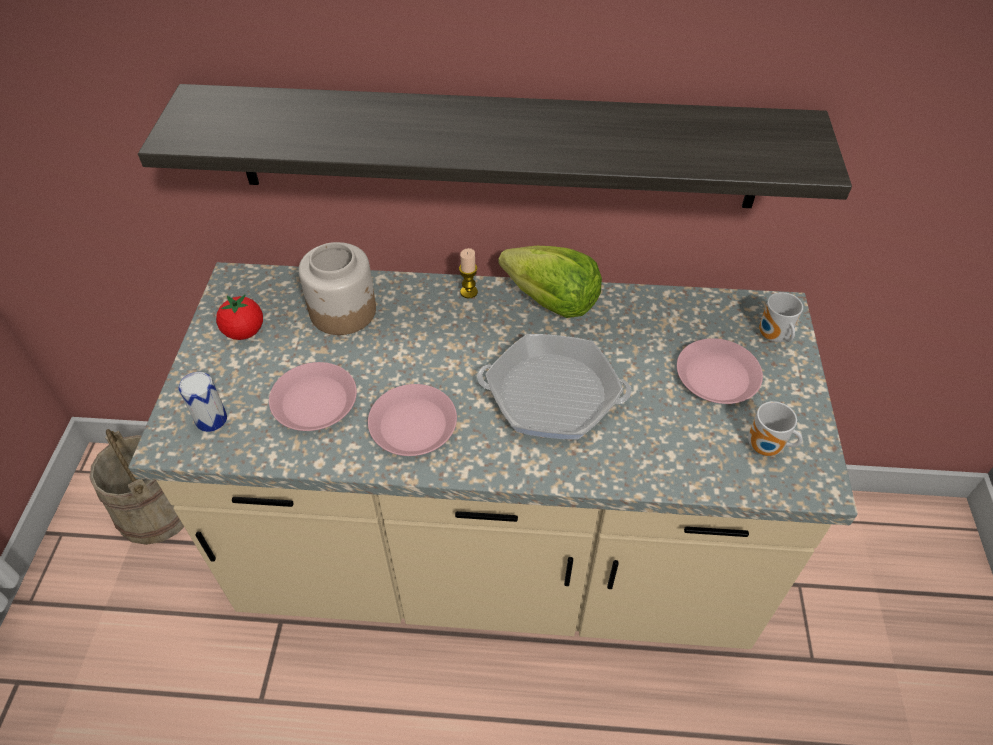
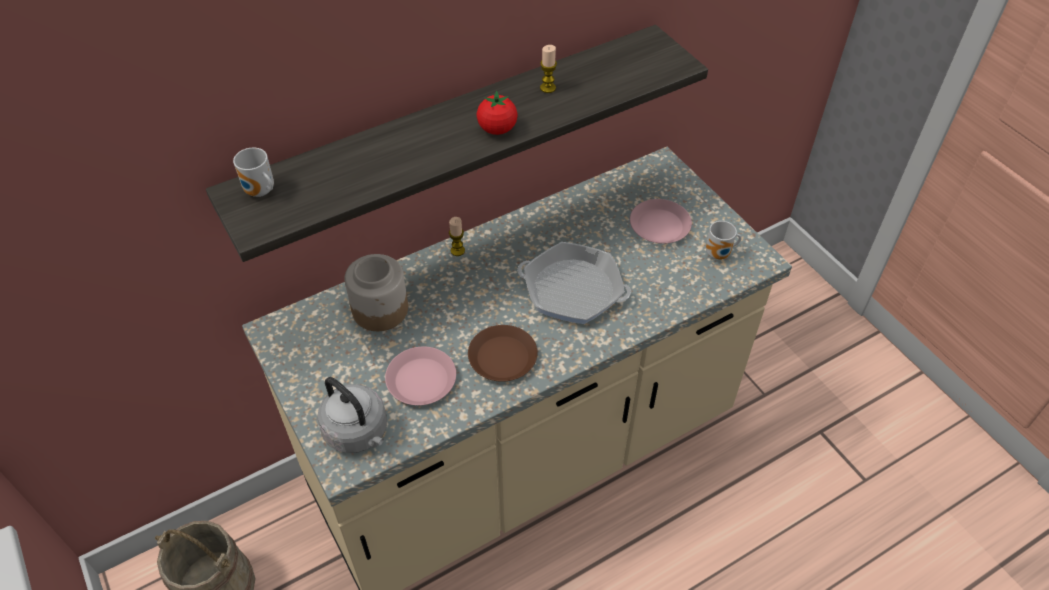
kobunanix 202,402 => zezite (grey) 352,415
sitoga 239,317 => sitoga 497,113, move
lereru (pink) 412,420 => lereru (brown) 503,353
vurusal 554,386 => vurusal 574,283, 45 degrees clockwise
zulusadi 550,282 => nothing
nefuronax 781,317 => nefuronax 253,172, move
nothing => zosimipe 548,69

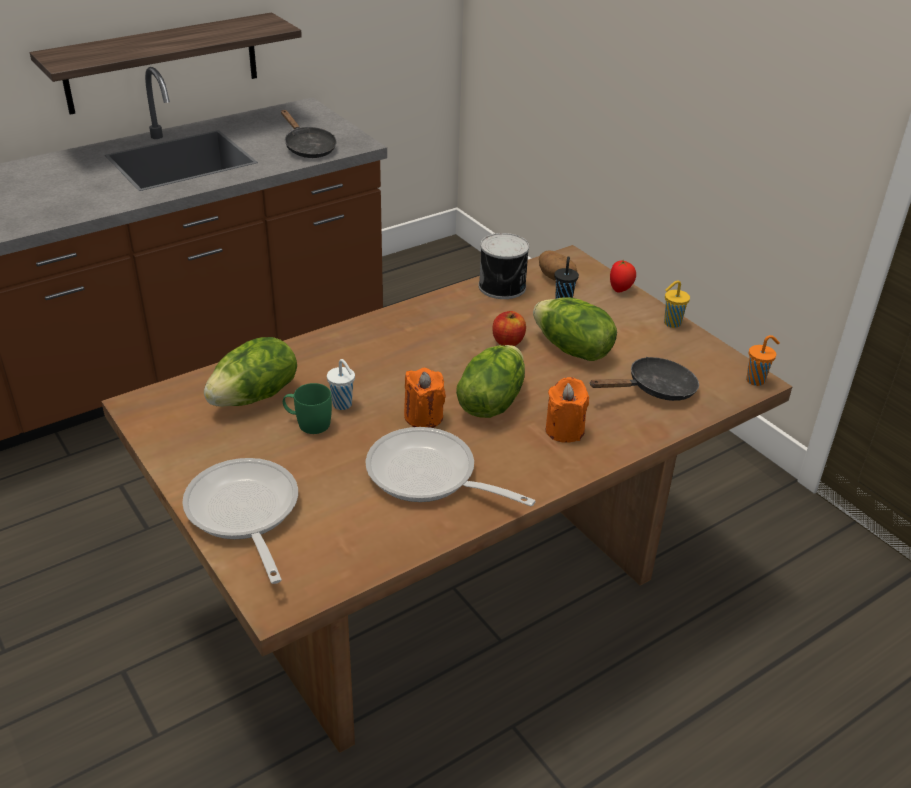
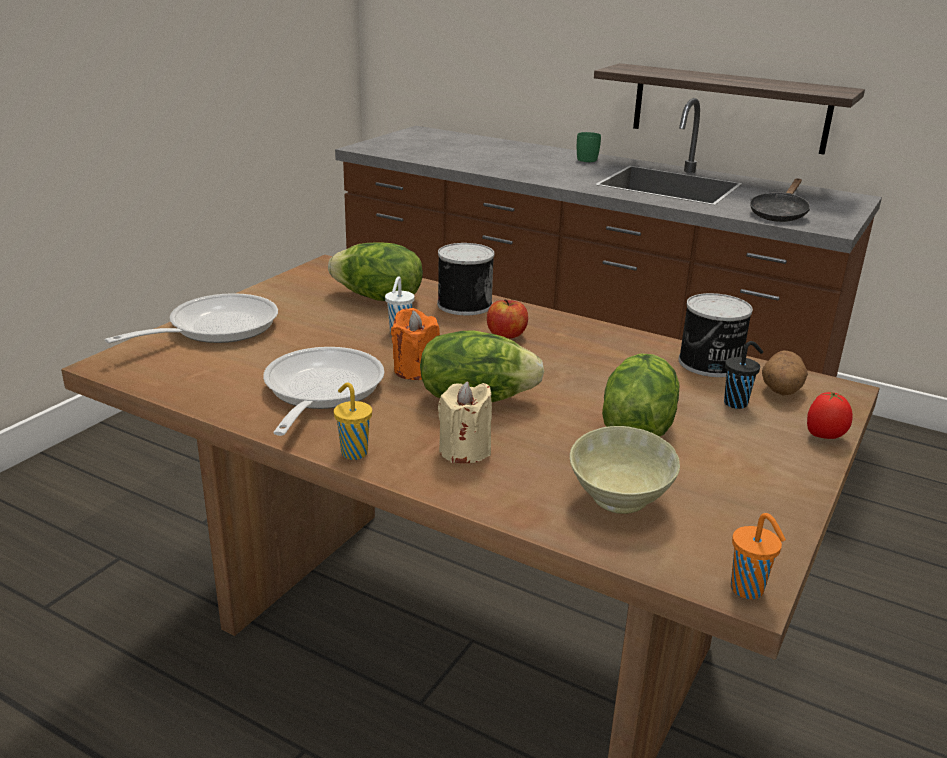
nefuronax (green) 307,408 => nefuronax (green) 589,147, move
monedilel 509,328 => monedilel 507,319, move
zosimipe (orange) 567,410 => zosimipe (beige) 465,422
vurusal (black) 644,379 => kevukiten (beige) 625,470
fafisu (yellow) 677,304 => fafisu (yellow) 353,421, move
nothing => kobunanix 466,279

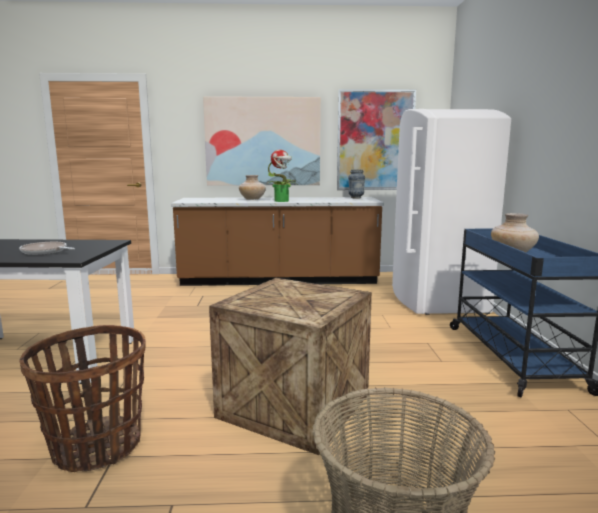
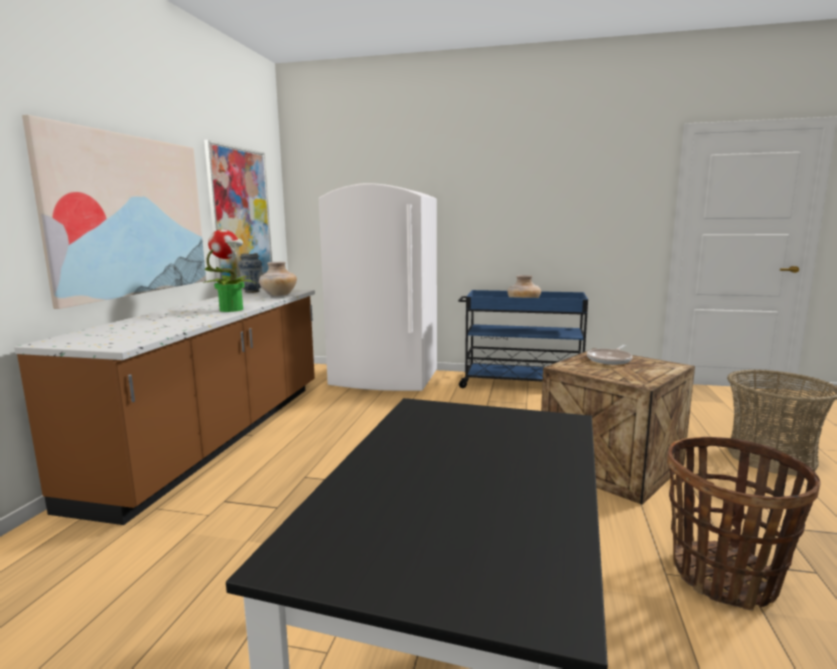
vurusal 47,248 => vurusal 610,355, move
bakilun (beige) 252,187 => bakilun (beige) 278,279, move

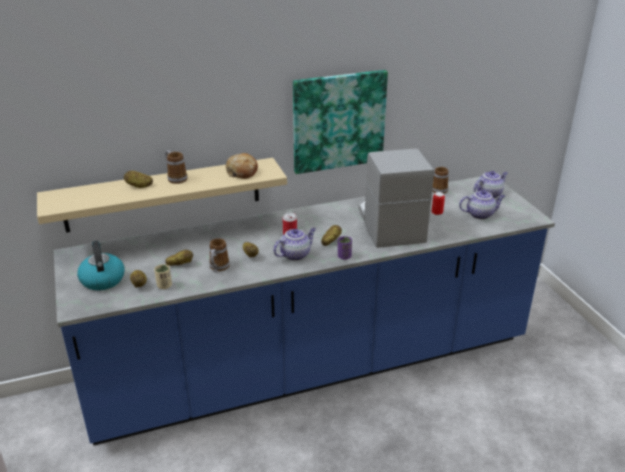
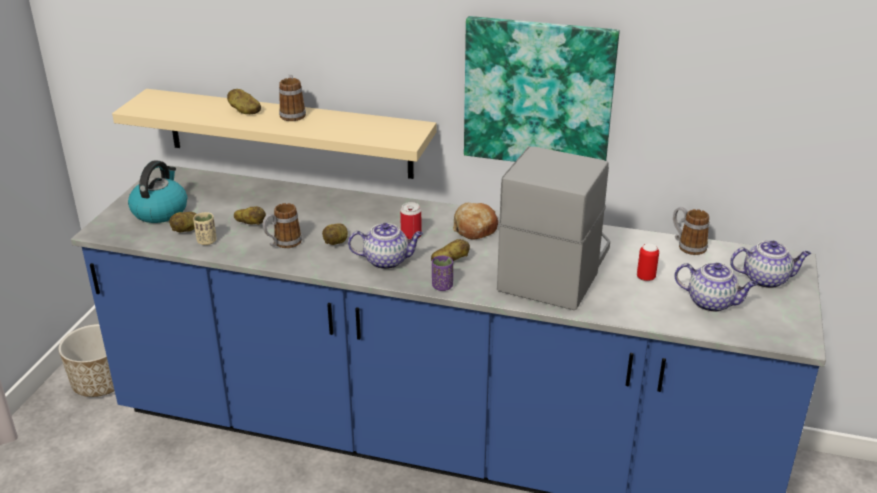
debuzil 242,166 => debuzil 475,221, move
nothing => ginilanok 86,360

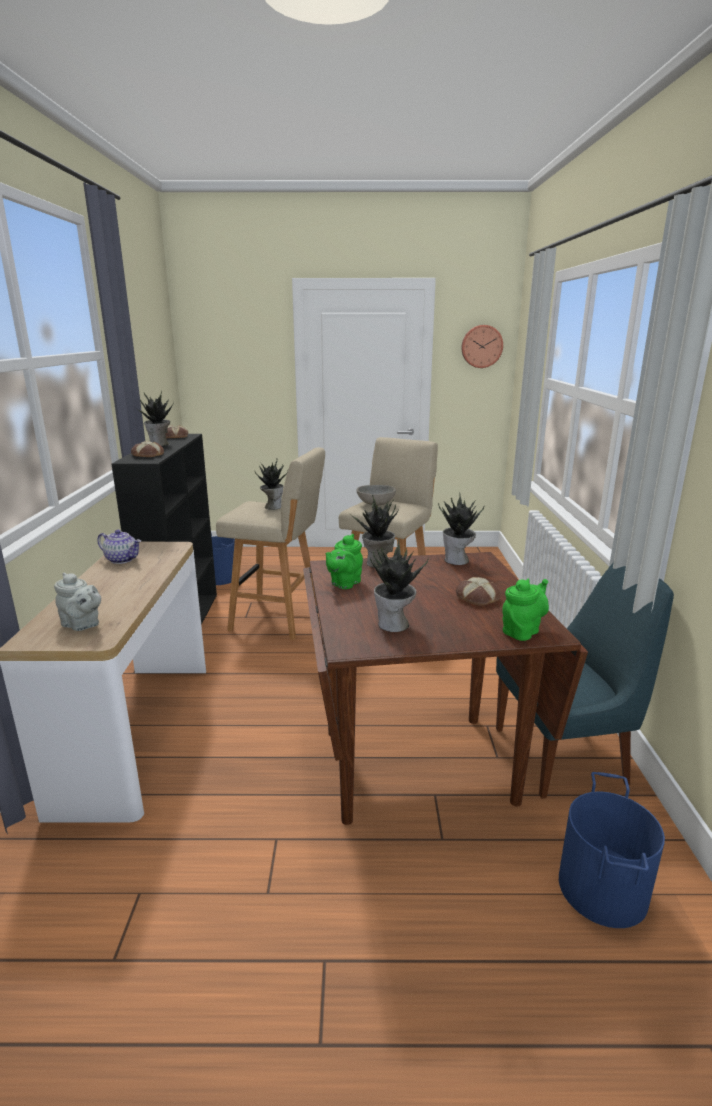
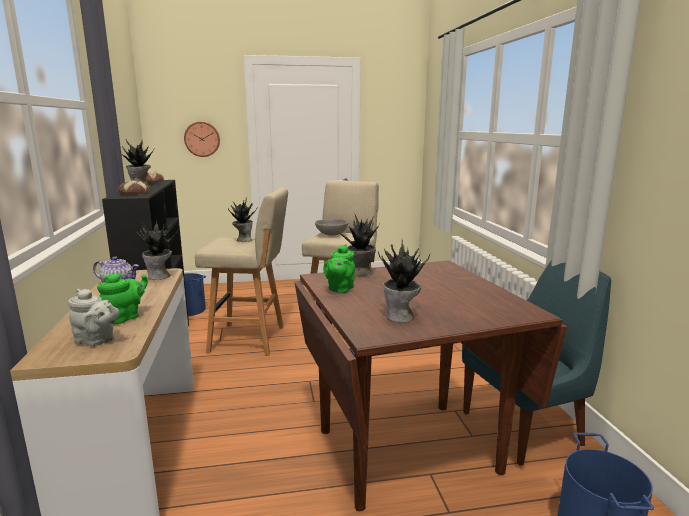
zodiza 461,528 => zodiza 157,249, move
debuzil 478,591 => nothing
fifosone 482,346 => fifosone 202,139, move
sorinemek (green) 525,610 => sorinemek (green) 122,298, move

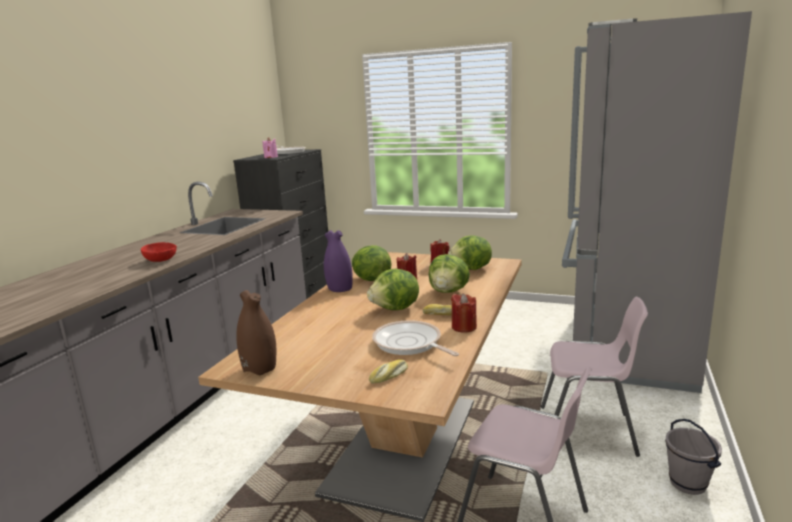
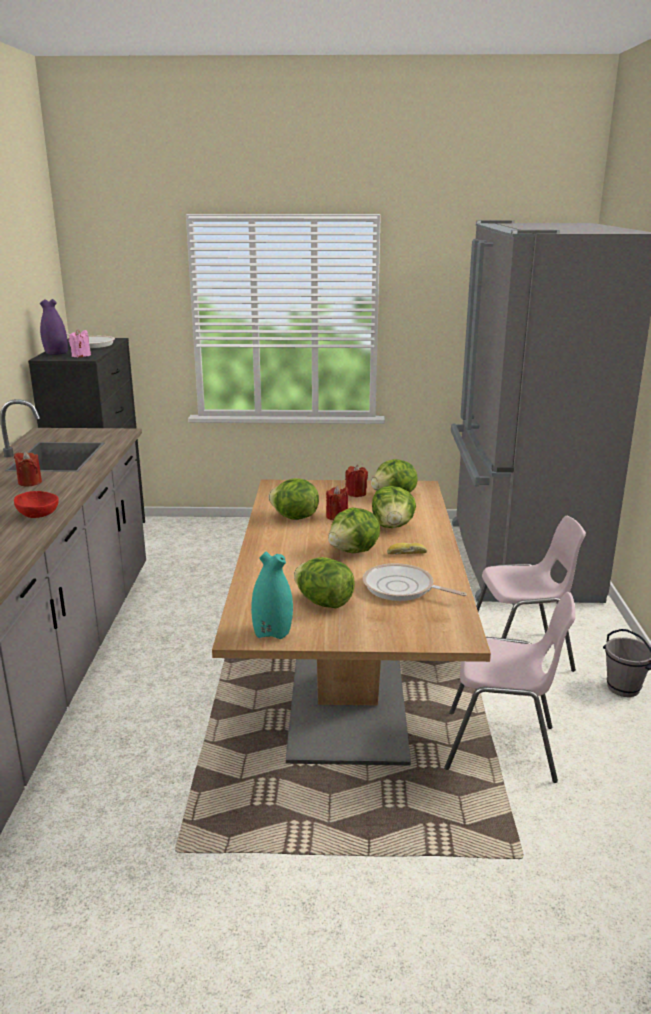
bakilun (brown) 256,333 => bakilun (turquoise) 272,595
bakilun (purple) 338,261 => bakilun (purple) 54,327, move
debuzil 388,371 => nothing
zosimipe (red) 464,313 => zosimipe (red) 28,468, move
nothing => zulusadi 324,582

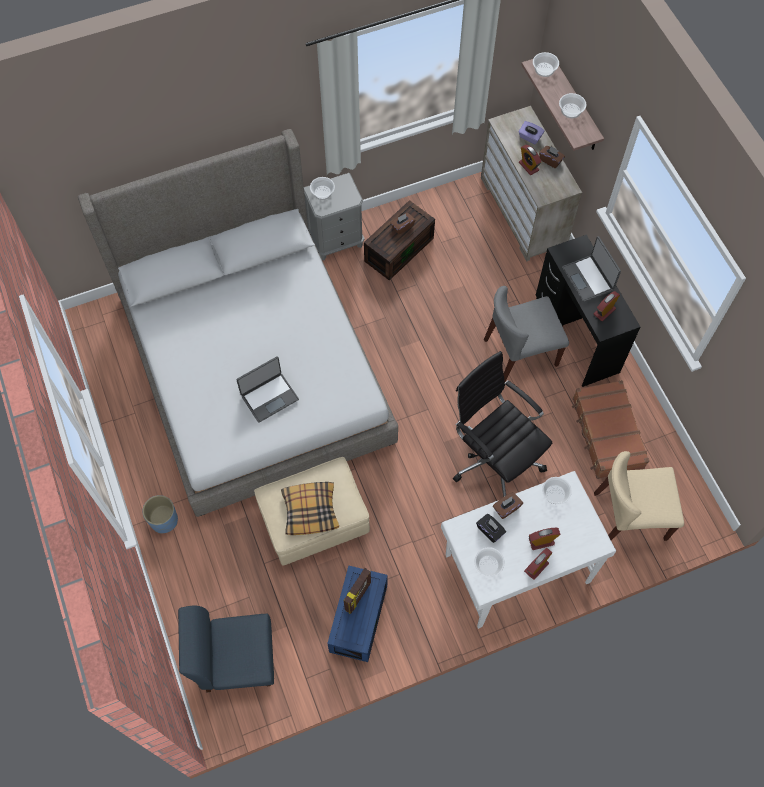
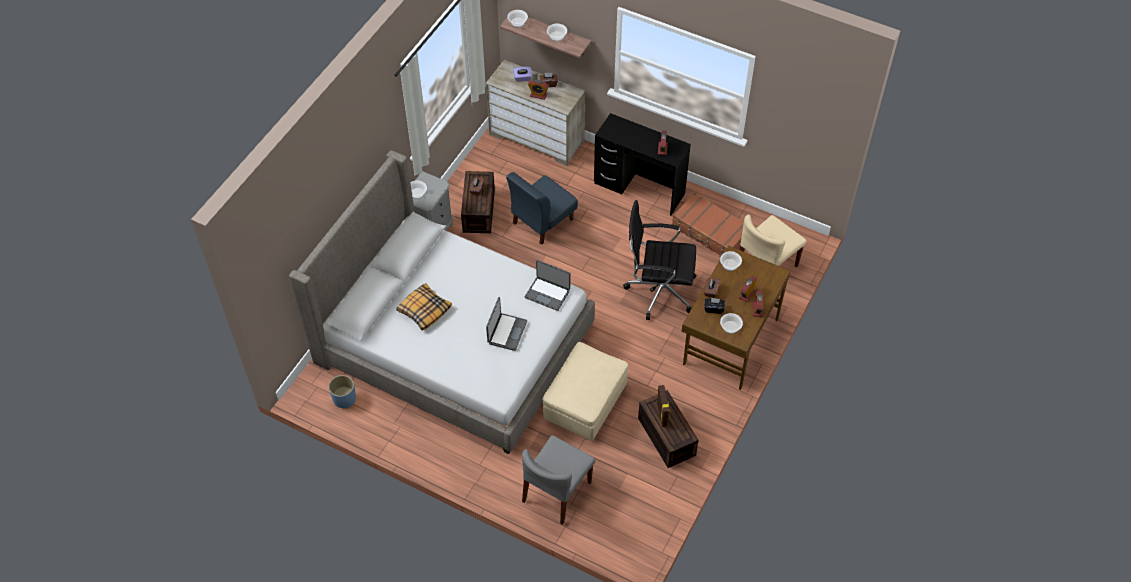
ginilanok (blue) 160,514 => ginilanok (blue) 342,392, move
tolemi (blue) 226,649 => tolemi (blue) 542,208, move
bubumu 310,508 => bubumu 424,307, move
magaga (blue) 357,614 => magaga (brown) 668,429
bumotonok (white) 528,550 => bumotonok (brown) 736,318
tolemi (grey) 526,333 => tolemi (grey) 558,480, move
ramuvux 591,269 => ramuvux 547,285, move

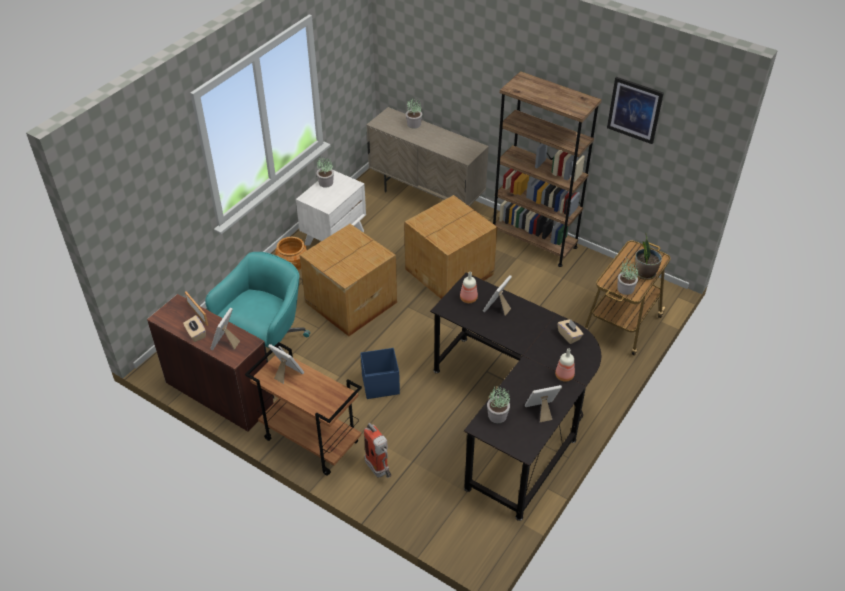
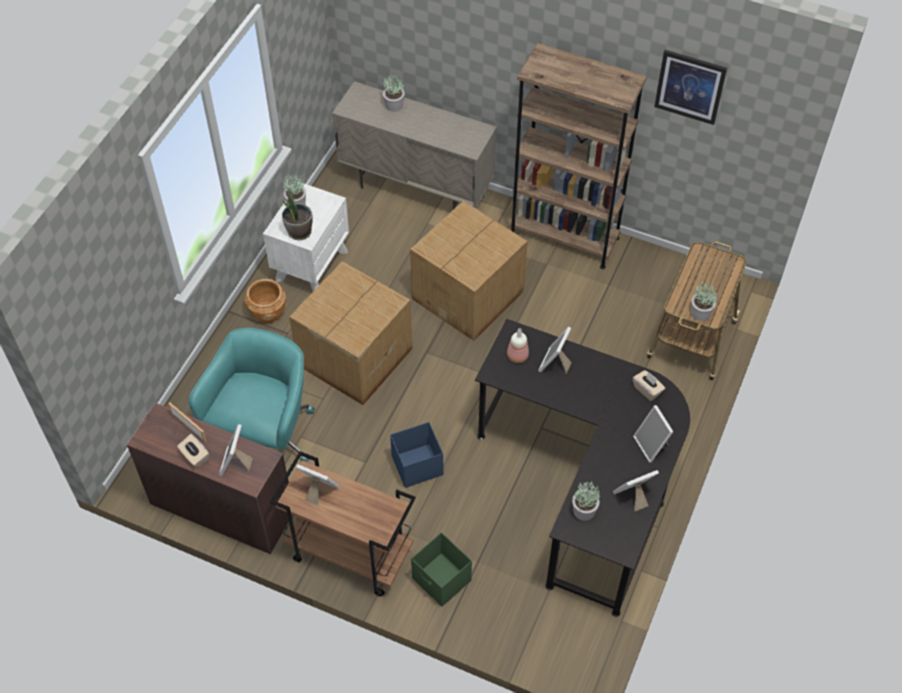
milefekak 378,450 => magaga (green) 441,569
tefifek 565,365 => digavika 653,434
zodiza 648,256 => zodiza 297,214, move

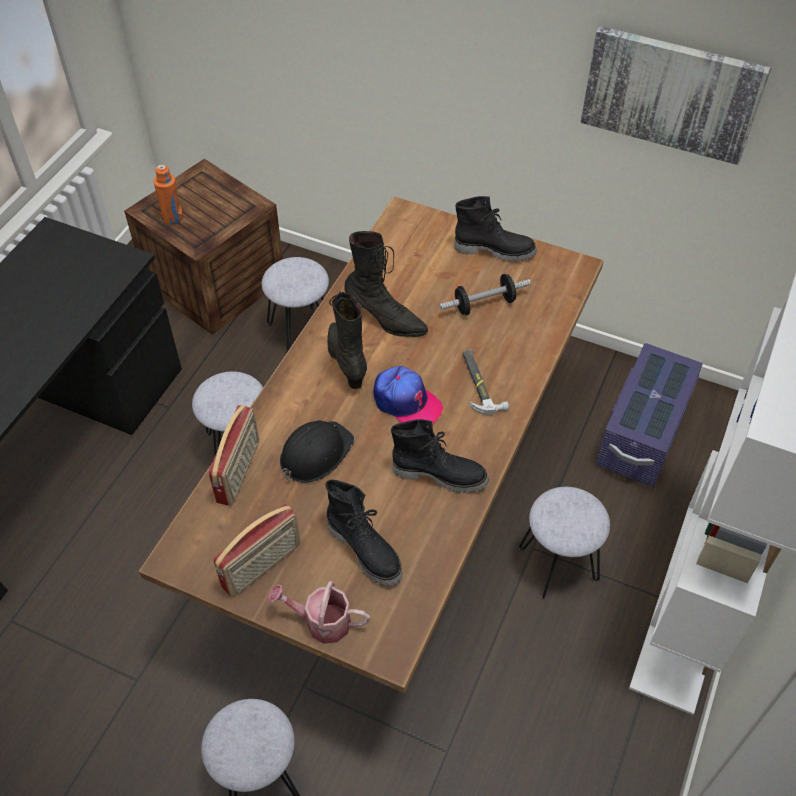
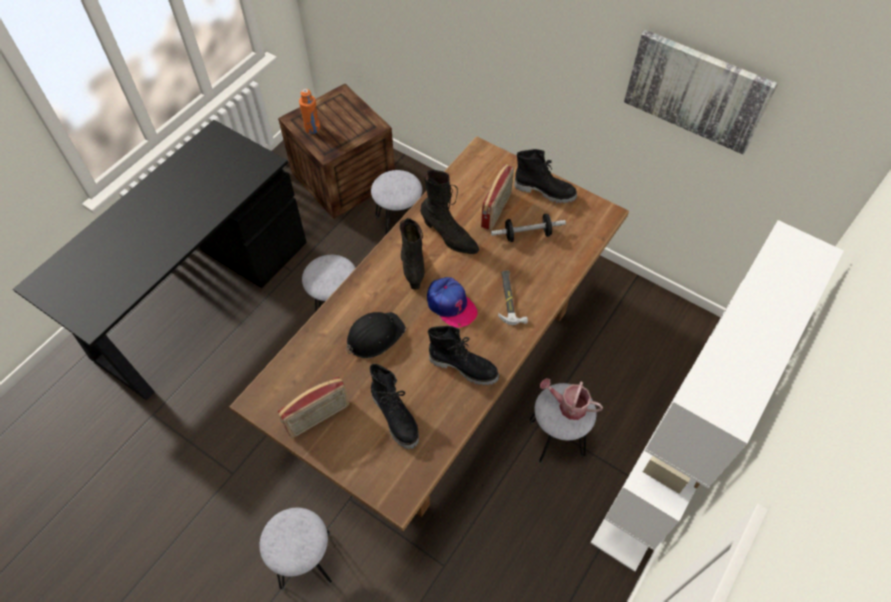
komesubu 234,455 => komesubu 497,197, move
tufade 319,612 => tufade 571,399, move
magaga (purple) 649,415 => nothing

